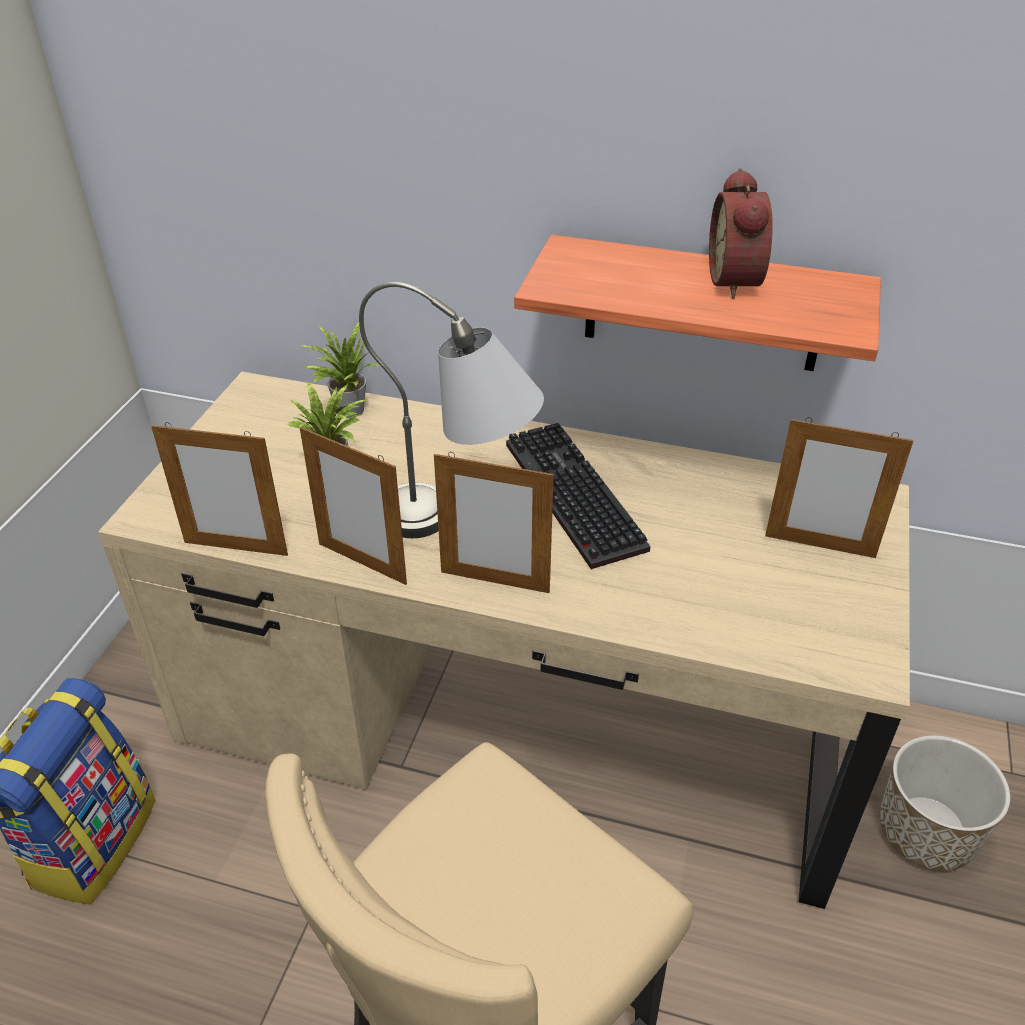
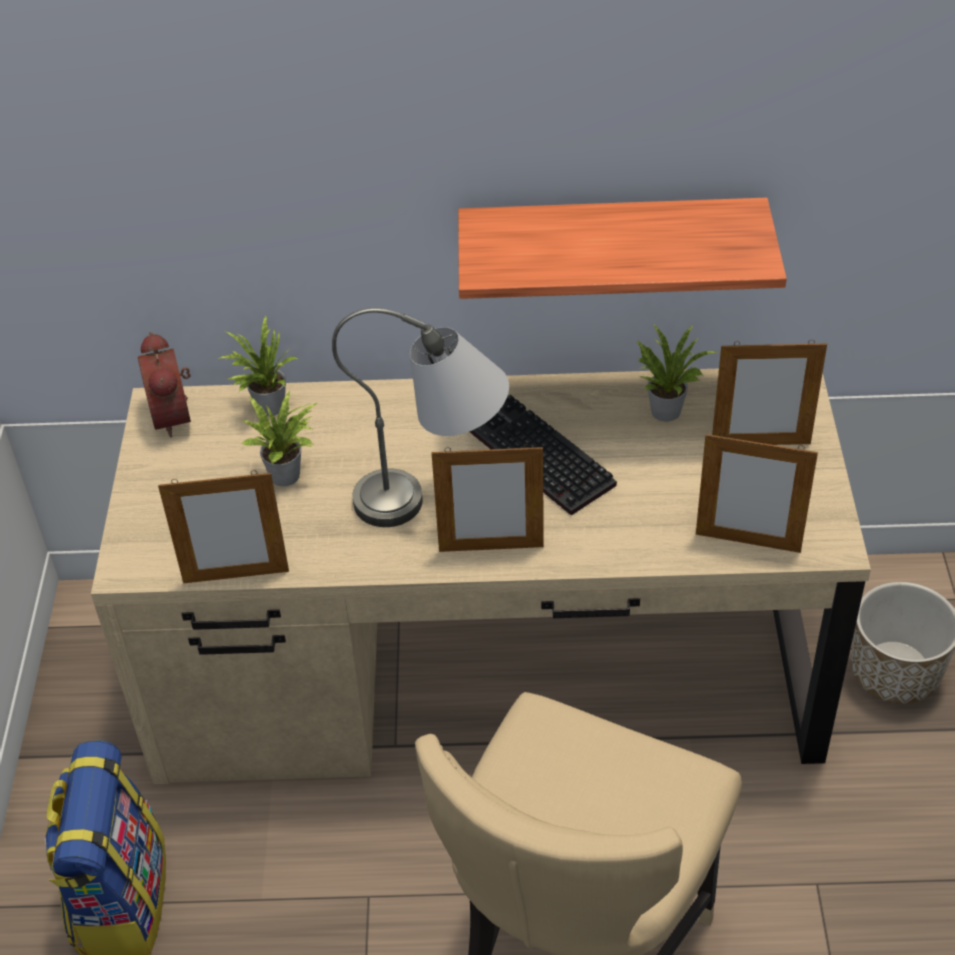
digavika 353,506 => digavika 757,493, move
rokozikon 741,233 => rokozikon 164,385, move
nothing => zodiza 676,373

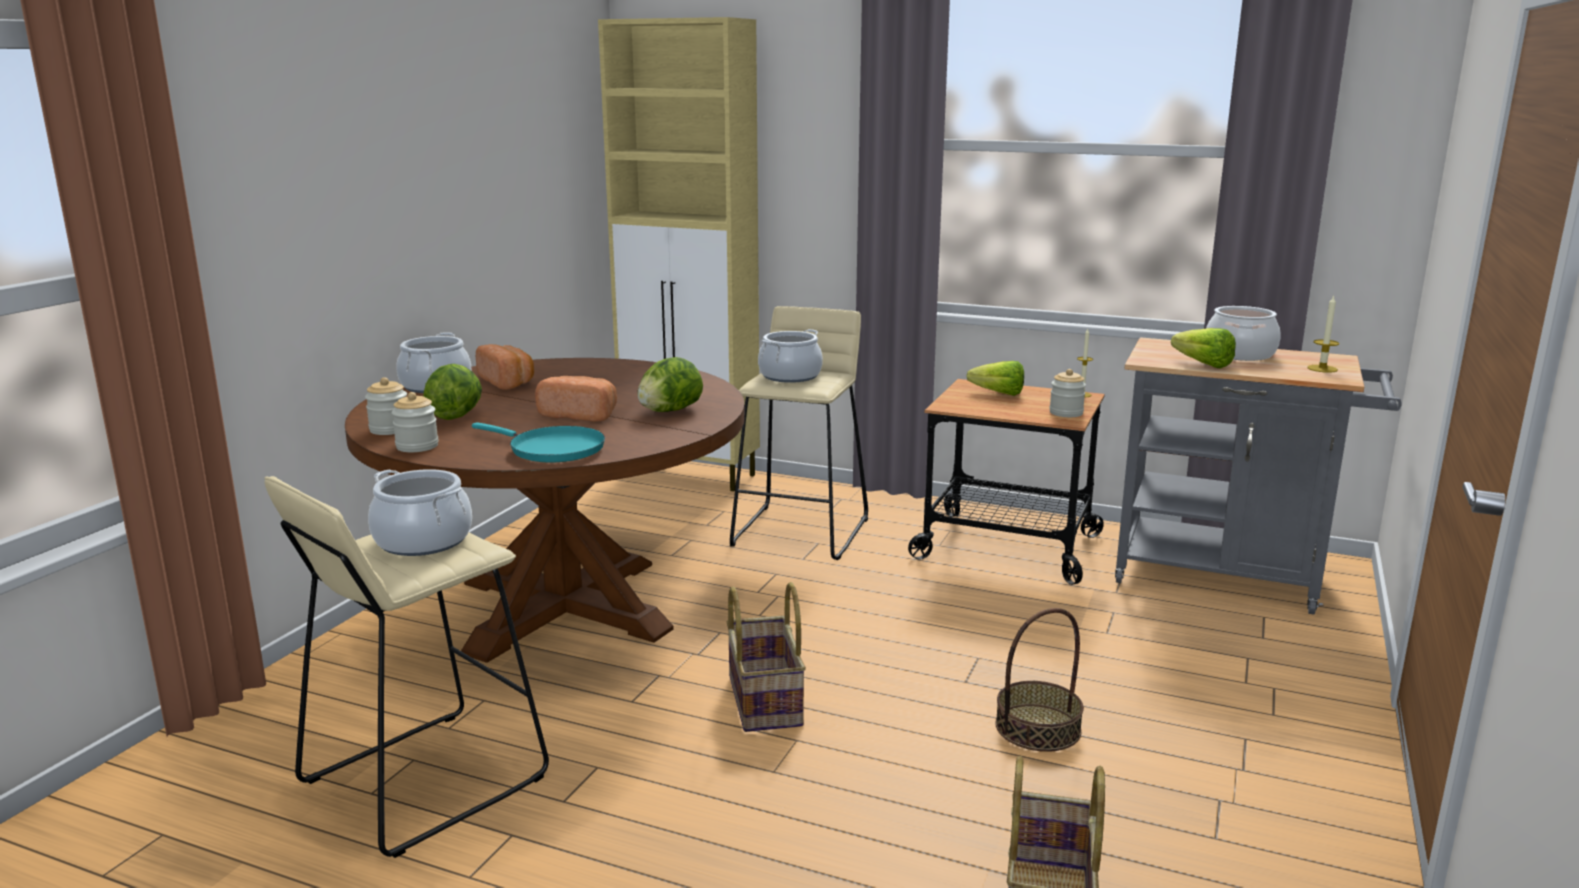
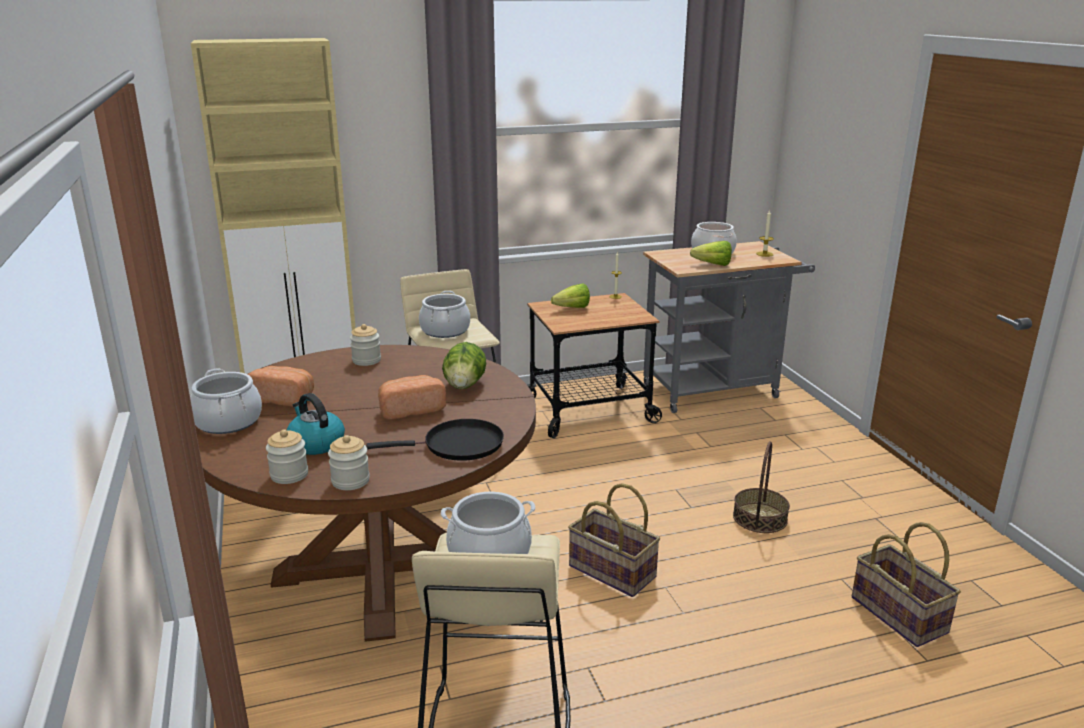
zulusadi 452,392 => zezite 316,424
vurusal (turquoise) 538,442 => vurusal (black) 435,440
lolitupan 1067,393 => lolitupan 365,345, move

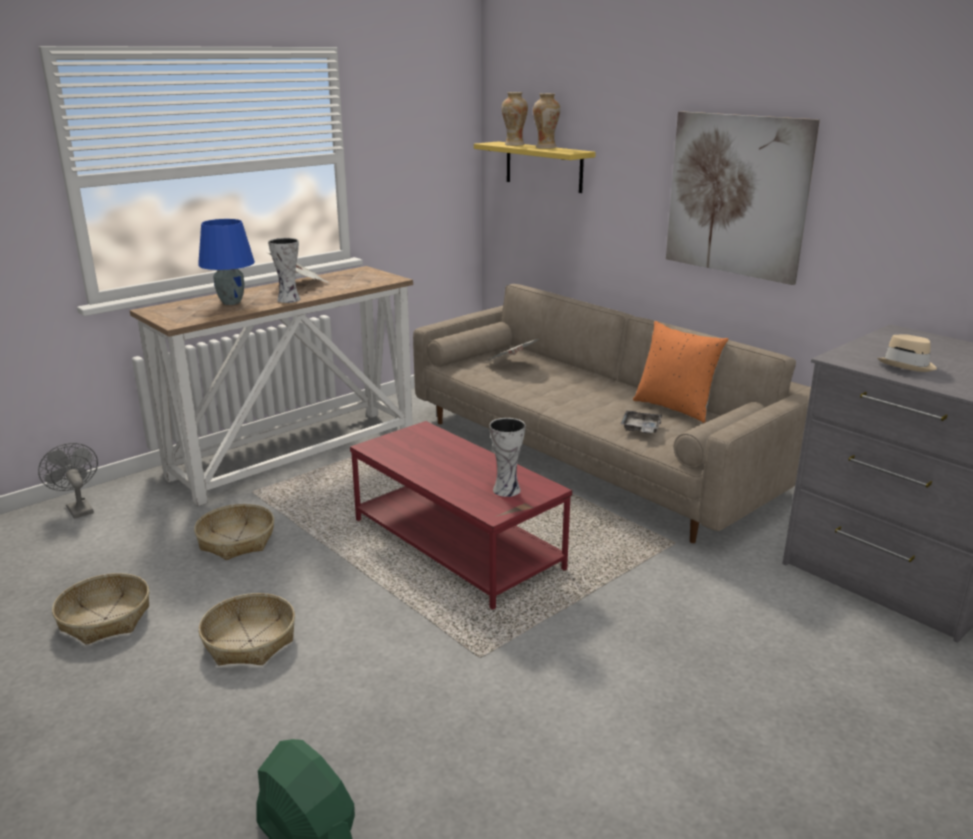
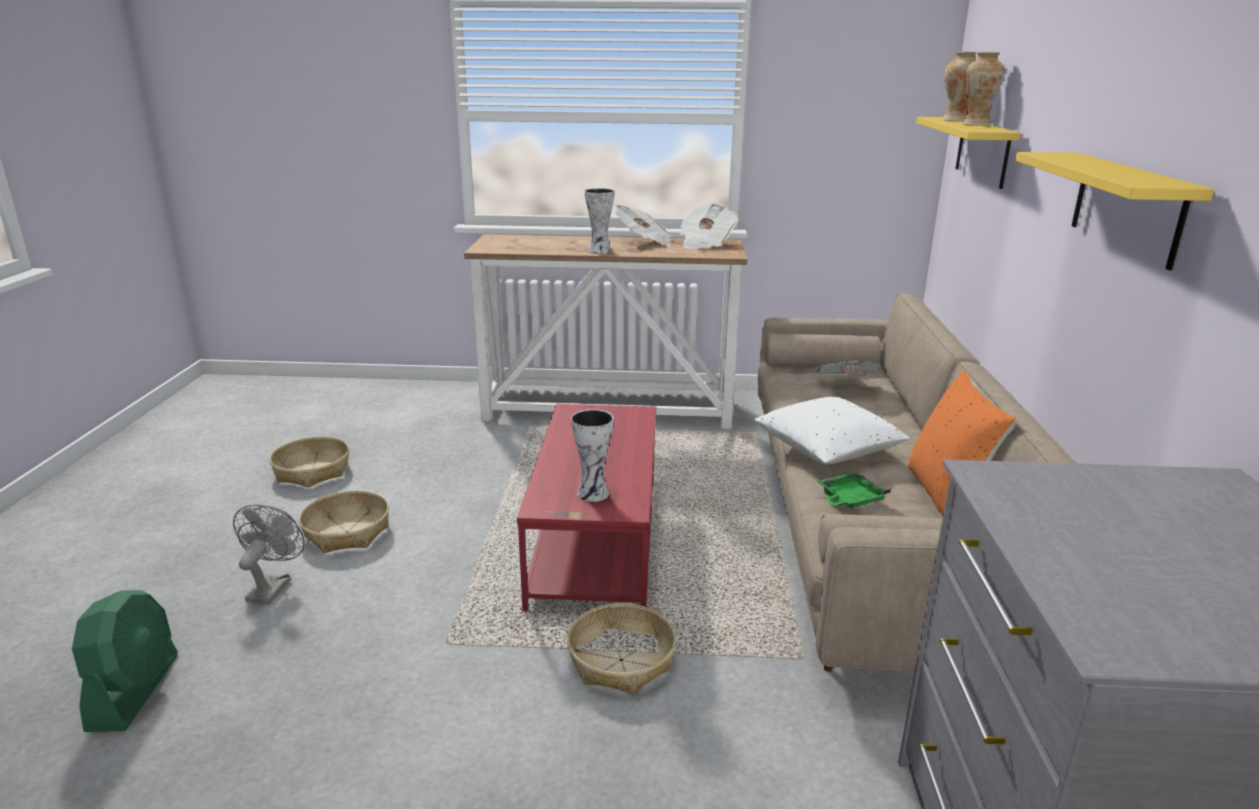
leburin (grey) 68,481 => leburin (grey) 269,554, move
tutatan 234,532 => tutatan 621,649, move
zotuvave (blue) 226,262 => nothing
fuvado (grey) 641,421 => fuvado (green) 854,490
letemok 743,198 => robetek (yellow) 1114,211
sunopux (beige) 907,353 => nothing
nothing => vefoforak 708,226
nothing => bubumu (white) 832,431

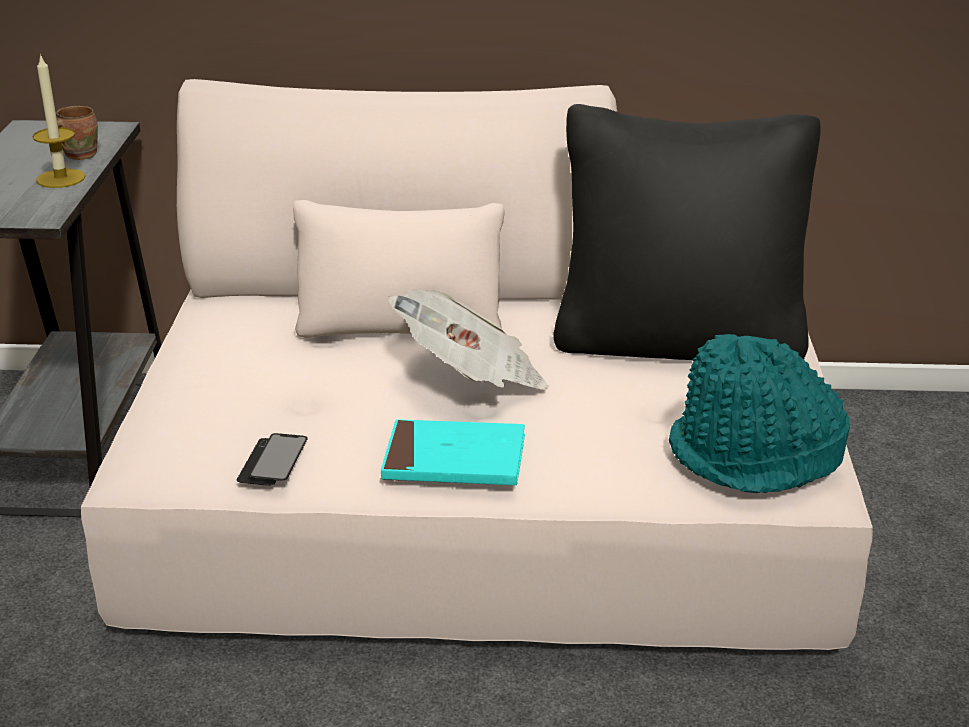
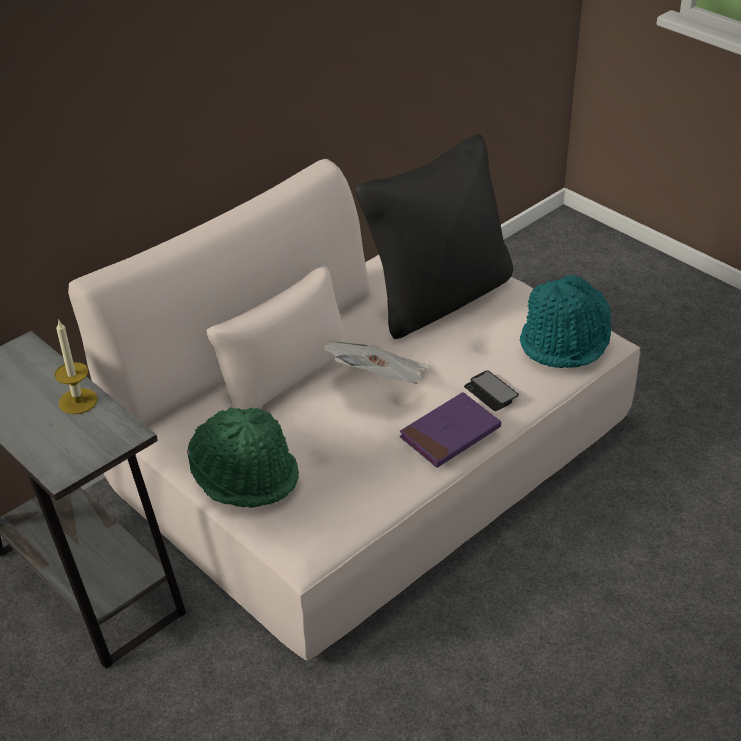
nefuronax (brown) 77,133 => nothing
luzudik 272,459 => luzudik 491,390, move
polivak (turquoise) 453,452 => polivak (purple) 450,430
nothing => sunopux (green) 243,458

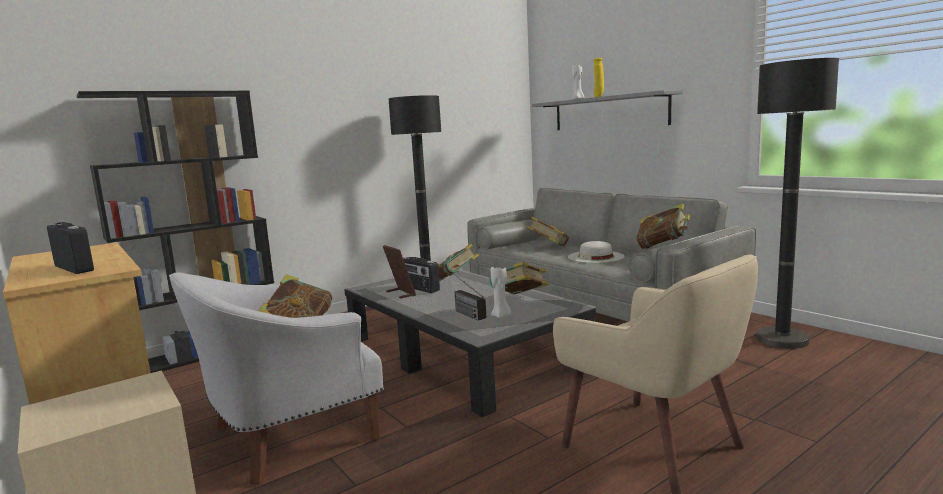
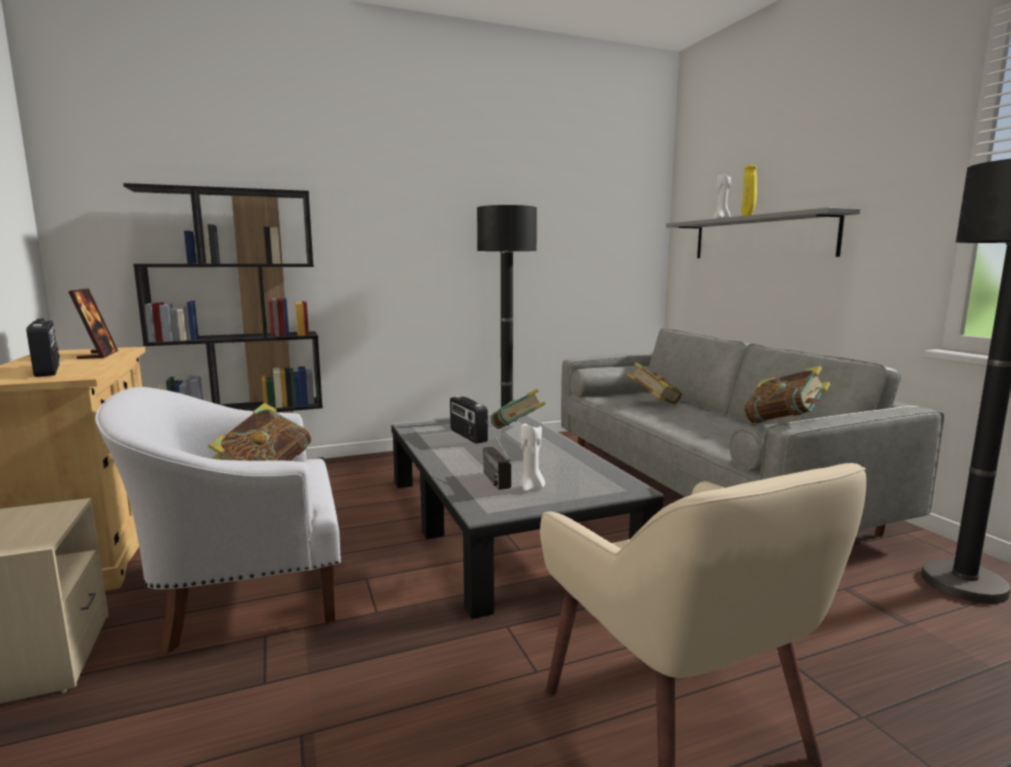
digavika 399,271 => digavika 93,323, move
polivak 519,278 => nothing
sunopux (white) 596,252 => nothing

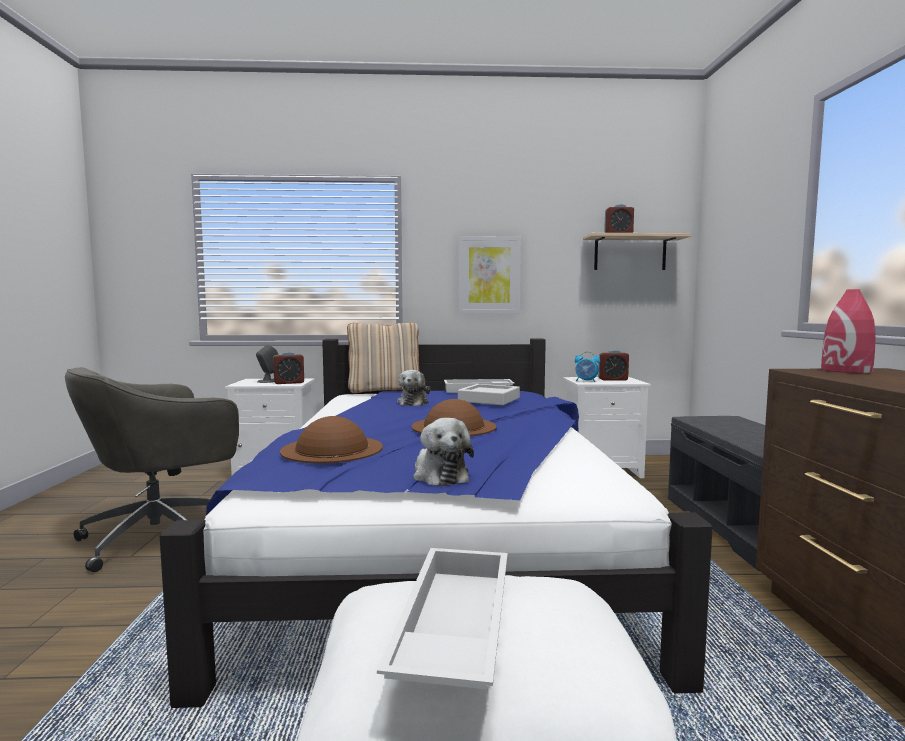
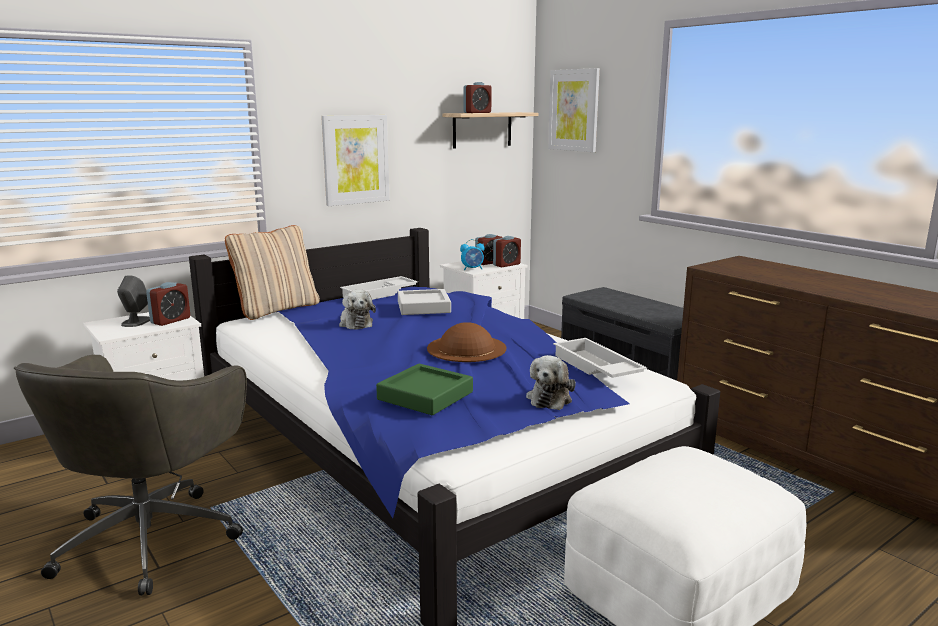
sunopux (brown) 331,439 => fuvado (green) 424,389
fuvado (white) 442,618 => fuvado (white) 600,358, move
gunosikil 443,452 => gunosikil 551,382, 75 degrees clockwise
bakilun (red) 848,331 => nothing
nothing => rokozikon 507,251
nothing => letemok 574,110

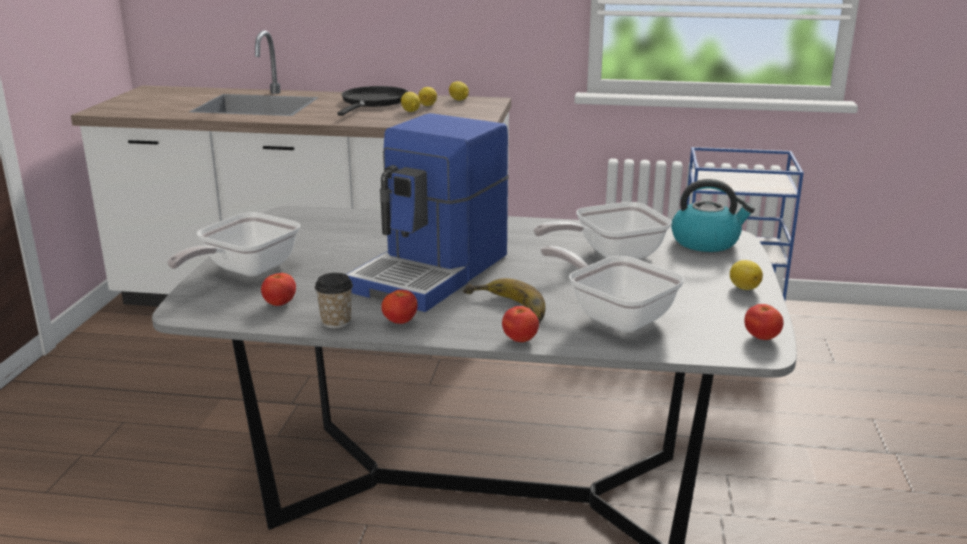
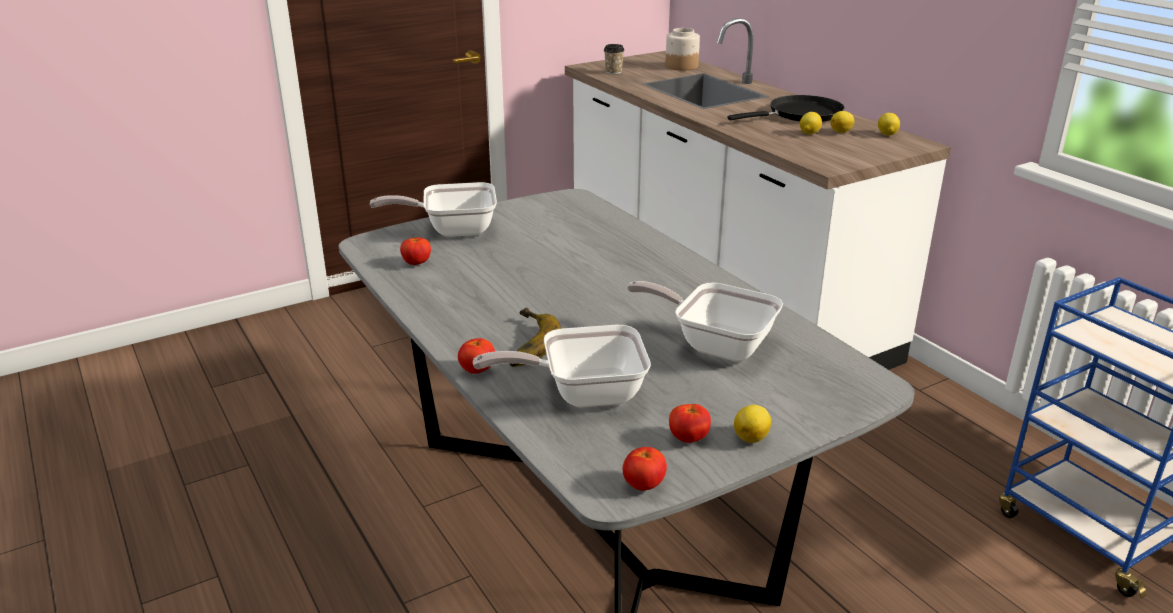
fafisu 334,300 => fafisu 614,59, move
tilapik 427,212 => nothing
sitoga 399,307 => sitoga 690,423, move
vurusal 612,289 => vurusal 562,366, 105 degrees counterclockwise
zezite 713,215 => nothing
nothing => lolitupan 682,49

